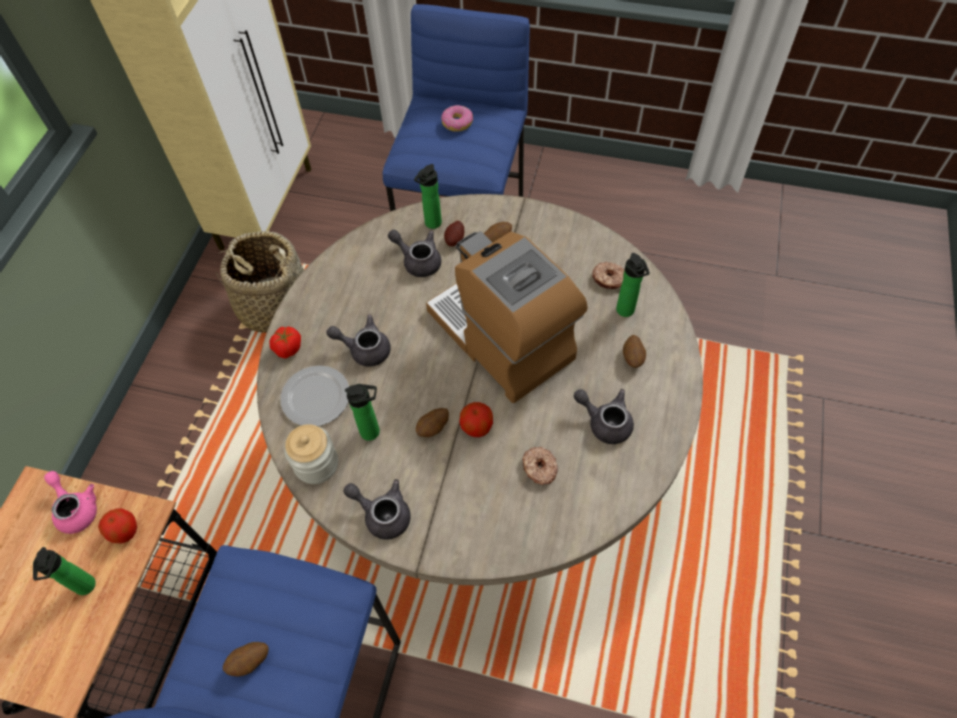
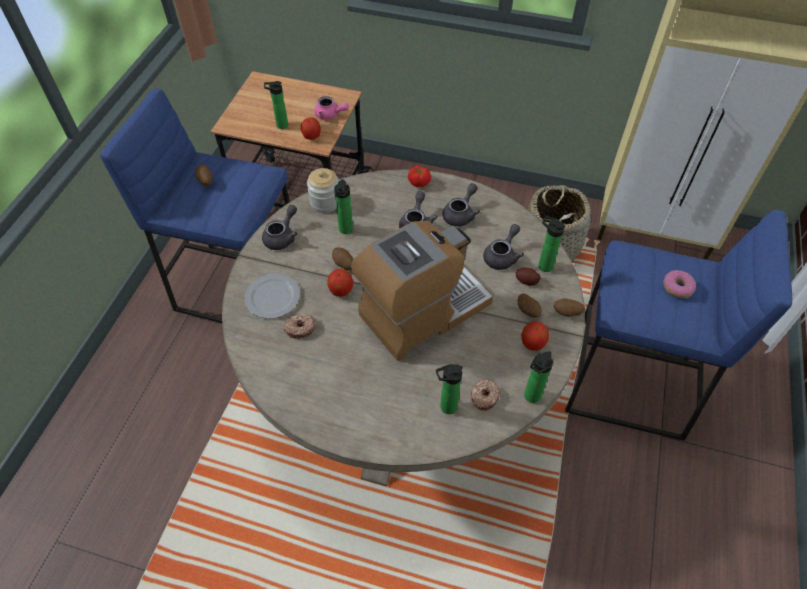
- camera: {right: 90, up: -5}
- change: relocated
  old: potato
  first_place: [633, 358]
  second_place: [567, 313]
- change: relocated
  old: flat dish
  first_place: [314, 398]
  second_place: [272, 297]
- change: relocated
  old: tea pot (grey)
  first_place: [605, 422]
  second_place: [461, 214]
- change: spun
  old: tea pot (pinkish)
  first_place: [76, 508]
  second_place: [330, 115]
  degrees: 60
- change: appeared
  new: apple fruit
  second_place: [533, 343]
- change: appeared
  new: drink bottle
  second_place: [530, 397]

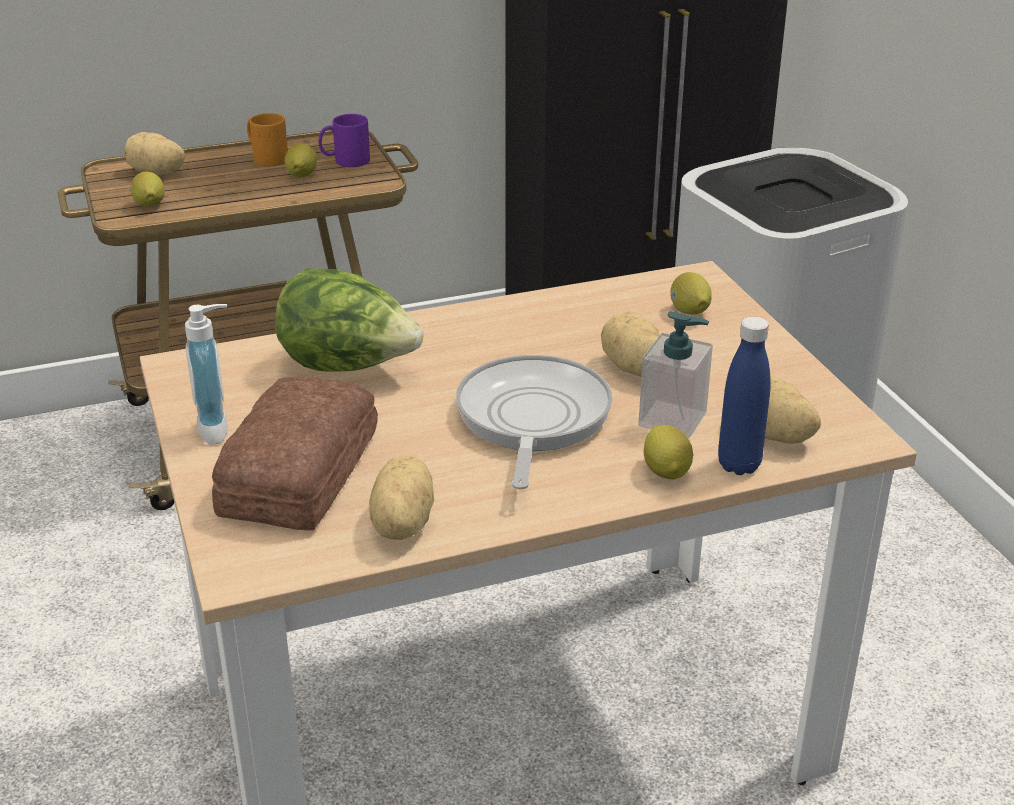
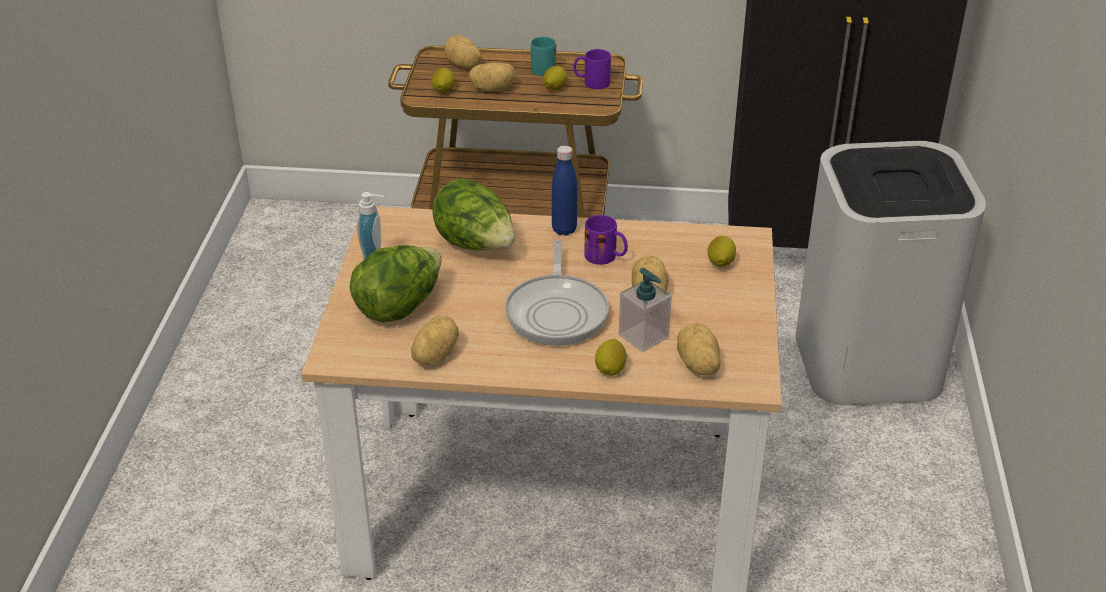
- camera: {right: 25, up: 5}
- change: colour
  old: coffee mug (orange-coloured)
  new: coffee mug (blue-green)
  first_place: [265, 158]
  second_place: [541, 68]
- change: relocated
  old: drink bottle (bluish)
  first_place: [739, 465]
  second_place: [564, 229]
- change: spun
  old: pan
  first_place: [531, 419]
  second_place: [557, 312]
  degrees: 150
- change: exchanged
  old: bread
  new: lettuce
  first_place: [295, 472]
  second_place: [399, 306]
- change: appeared
  new: potato
  second_place: [493, 88]
- change: appeared
  new: coffee mug (purple-coloured)
  second_place: [606, 257]

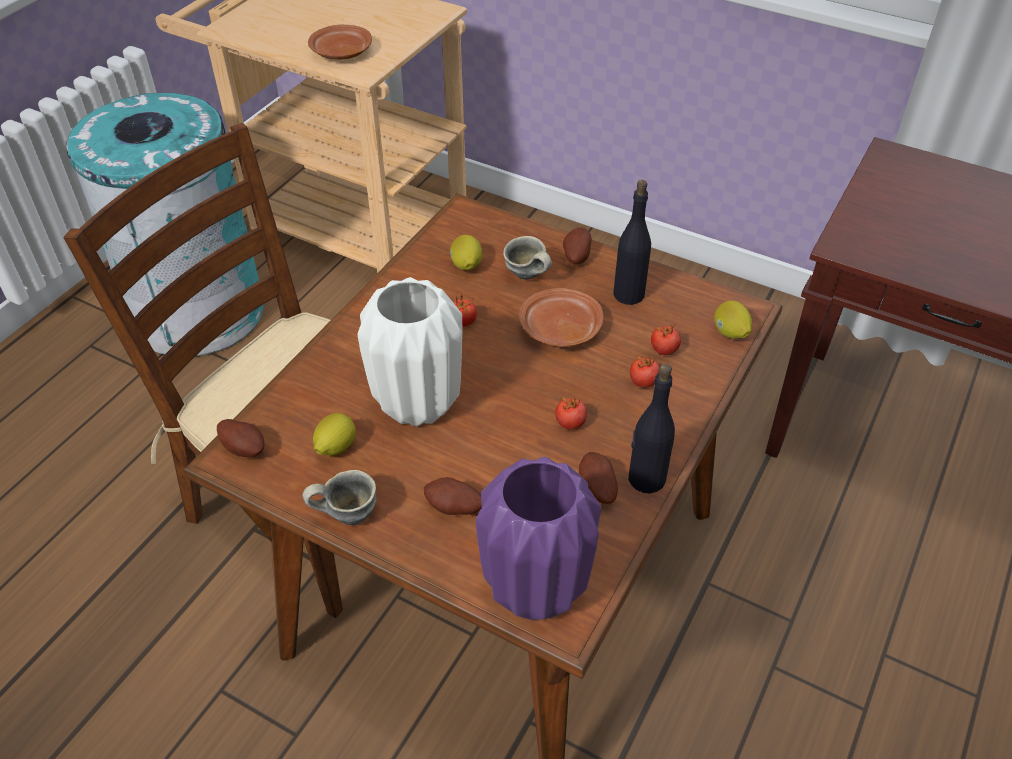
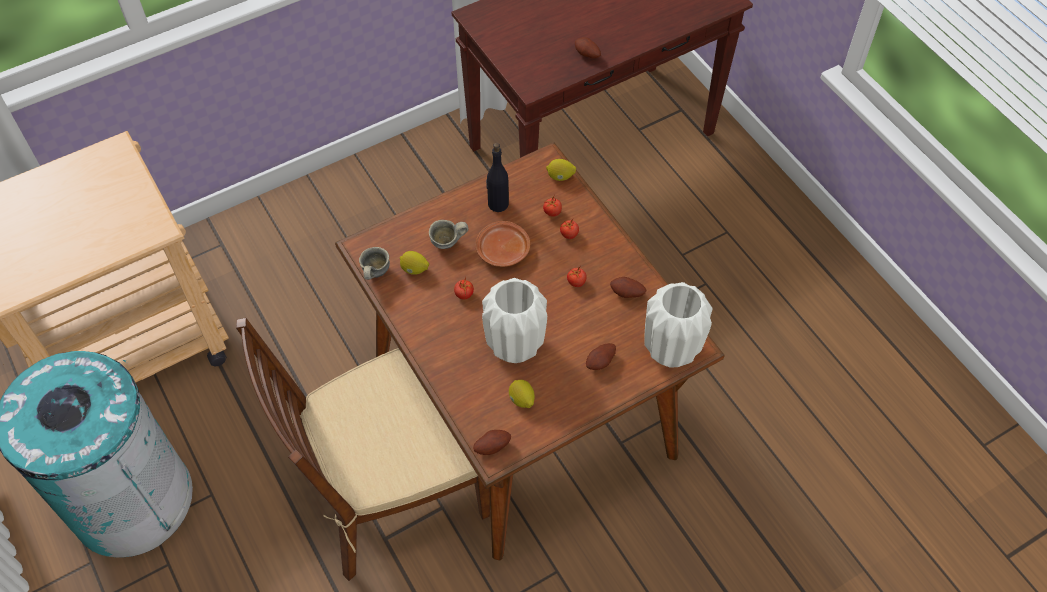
- camera: {right: -60, up: 10}
- change: missing
  old: flat dish (brown)
  first_place: [341, 52]
- change: relocated
  old: potato
  first_place: [575, 256]
  second_place: [586, 55]
- change: missing
  old: drink bottle (black)
  first_place: [646, 478]
- change: colour
  old: decorative vase (purple-coloured)
  new: decorative vase (white)
  first_place: [534, 588]
  second_place: [670, 351]
- change: relocated
  old: coffee mug (grey)
  first_place: [347, 513]
  second_place: [374, 273]

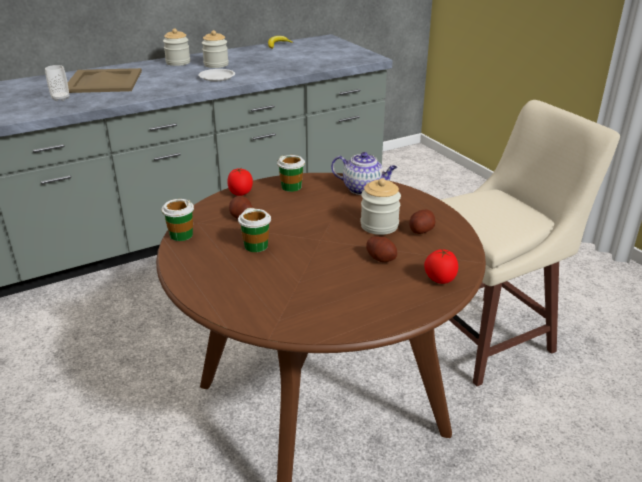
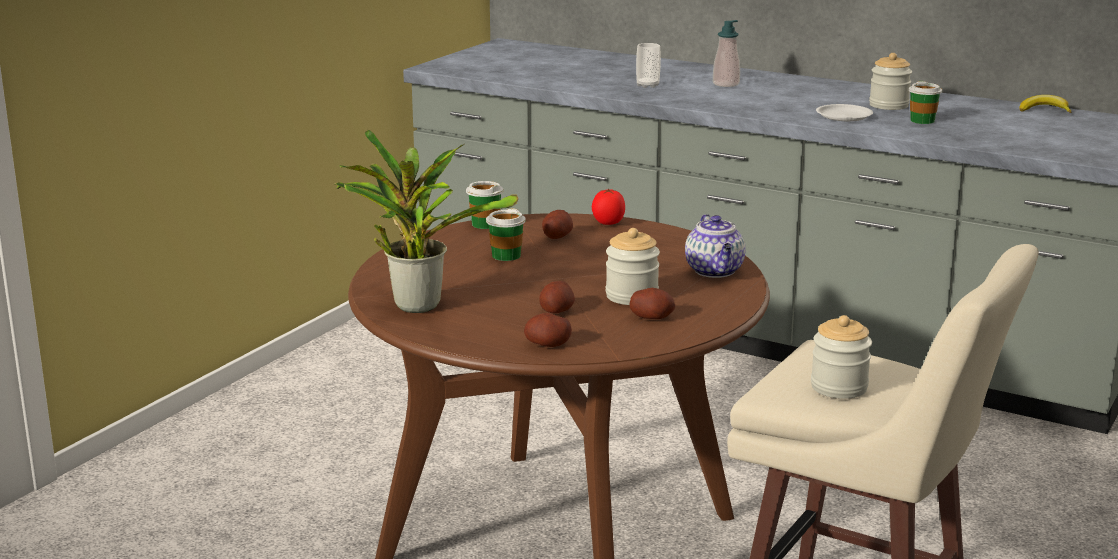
- camera: {right: 60, up: -10}
- change: relocated
  old: jar
  first_place: [178, 62]
  second_place: [839, 387]
- change: exchanged
  old: carrying tray (sand-coloured)
  new: liquid soap bottle
  first_place: [103, 82]
  second_place: [726, 84]
- change: relocated
  old: drinking cup
  first_place: [291, 187]
  second_place: [922, 121]
- change: exchanged
  old: tomato
  new: potato
  first_place: [439, 280]
  second_place: [548, 344]
- change: appeared
  new: plant in a pot
  second_place: [414, 304]

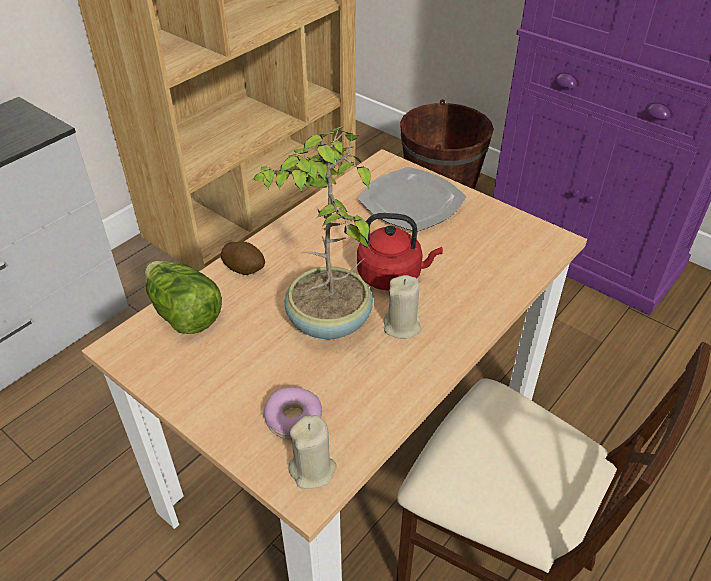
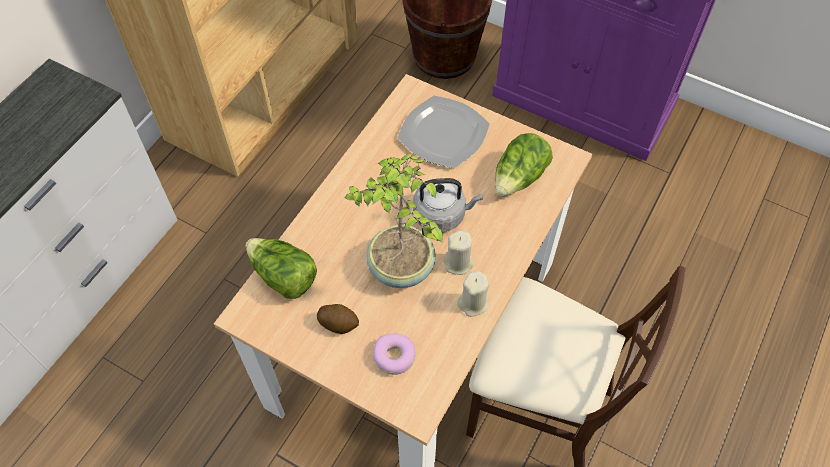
- camera: {right: -10, up: 15}
- change: colour
  old: kettle (reddish)
  new: kettle (grey)
  first_place: [393, 276]
  second_place: [442, 215]
- change: relocated
  old: potato
  first_place: [244, 268]
  second_place: [338, 323]
- change: relocated
  old: wax light (sand-coloured)
  first_place: [313, 470]
  second_place: [473, 303]
- change: appeared
  new: lettuce
  second_place: [519, 177]

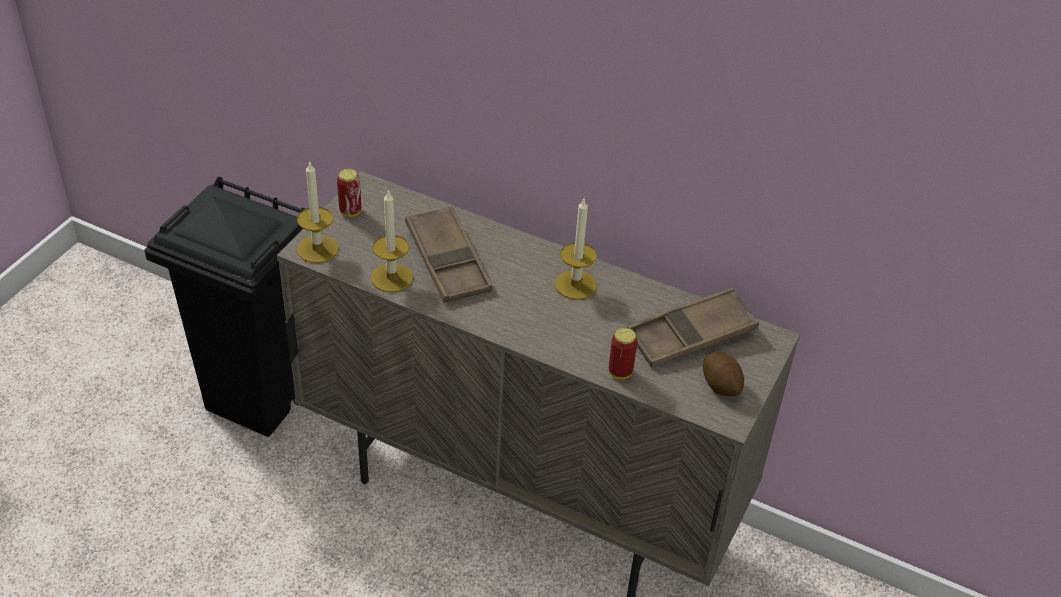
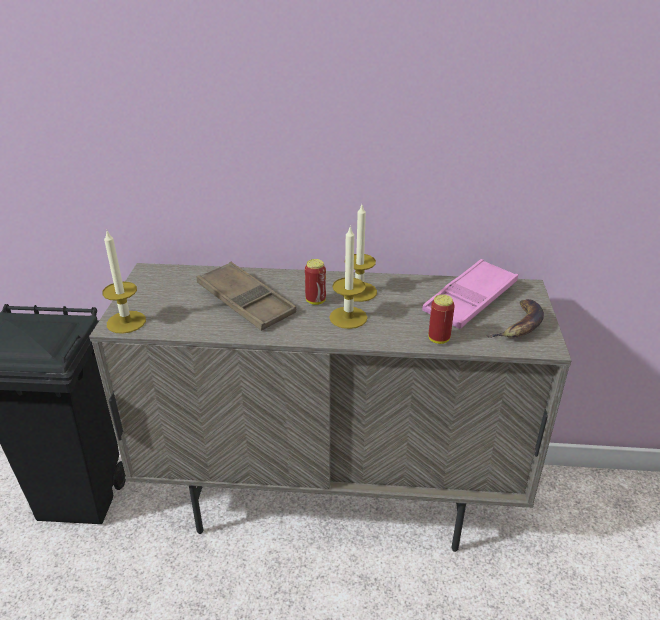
- camera: {right: -20, up: -10}
- change: relocated
  old: can
  first_place: [350, 211]
  second_place: [315, 301]
- change: relocated
  old: wax light
  first_place: [392, 277]
  second_place: [348, 317]
- change: colour
  old: carrying tray (brown)
  new: carrying tray (pinkish)
  first_place: [691, 335]
  second_place: [470, 300]
- change: exchanged
  old: potato
  new: banana fruit
  first_place: [721, 385]
  second_place: [520, 325]

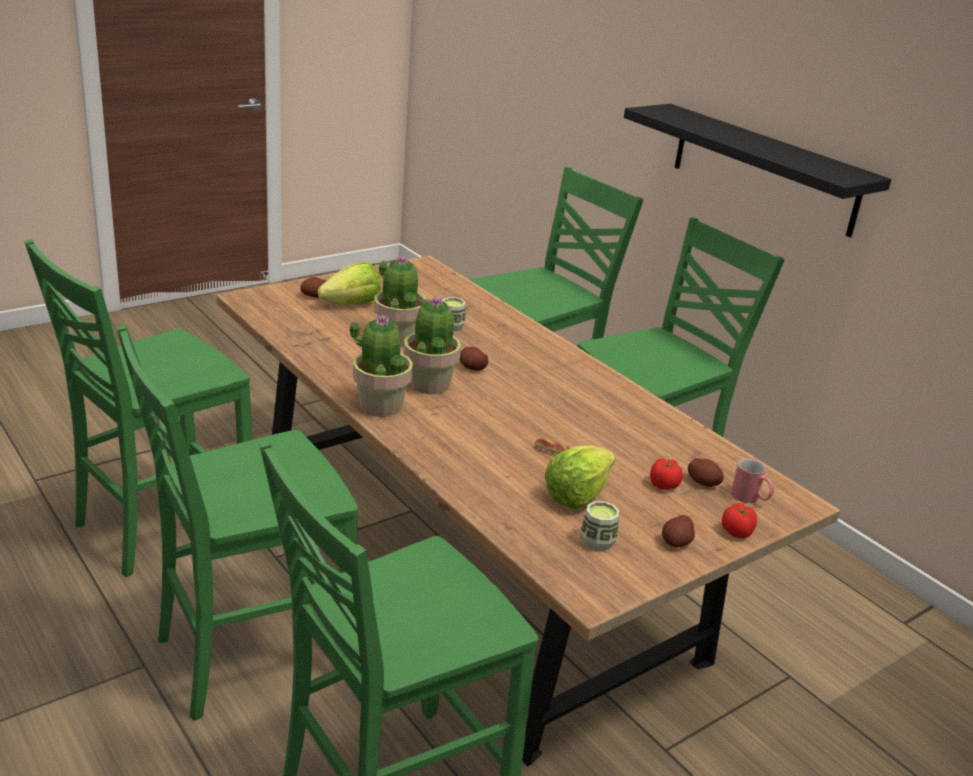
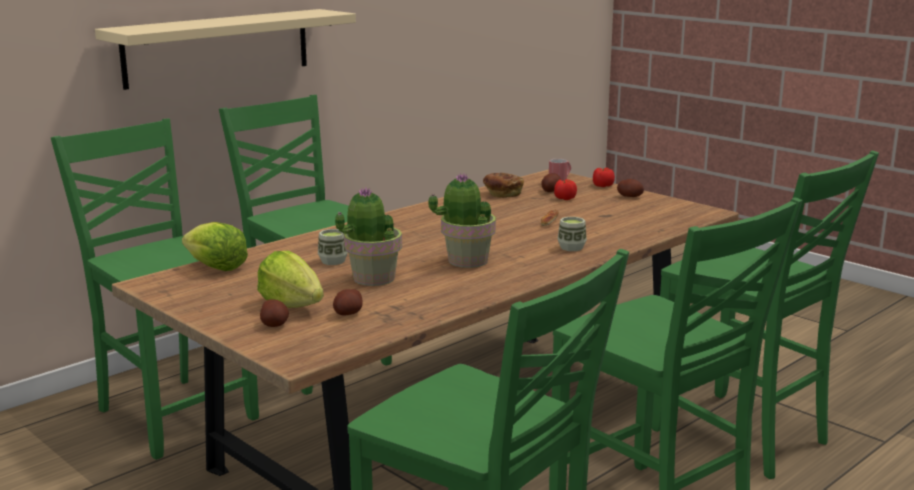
- camera: {right: -95, up: -10}
- change: colour
  old: bracket shelf (black)
  new: bracket shelf (sand-coloured)
  first_place: [763, 169]
  second_place: [218, 47]
- change: missing
  old: plant in a pot
  first_place: [380, 405]
- change: relocated
  old: potato
  first_place: [472, 368]
  second_place: [348, 313]
- change: relocated
  old: lettuce
  first_place: [577, 495]
  second_place: [216, 267]
- change: relocated
  old: drinking cup
  first_place: [597, 542]
  second_place: [571, 247]
- change: appeared
  new: bread
  second_place: [502, 194]

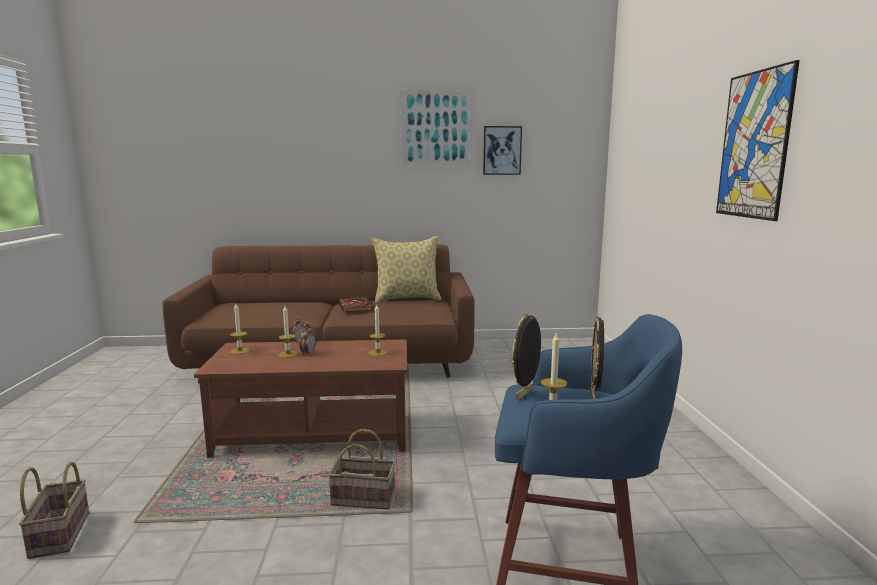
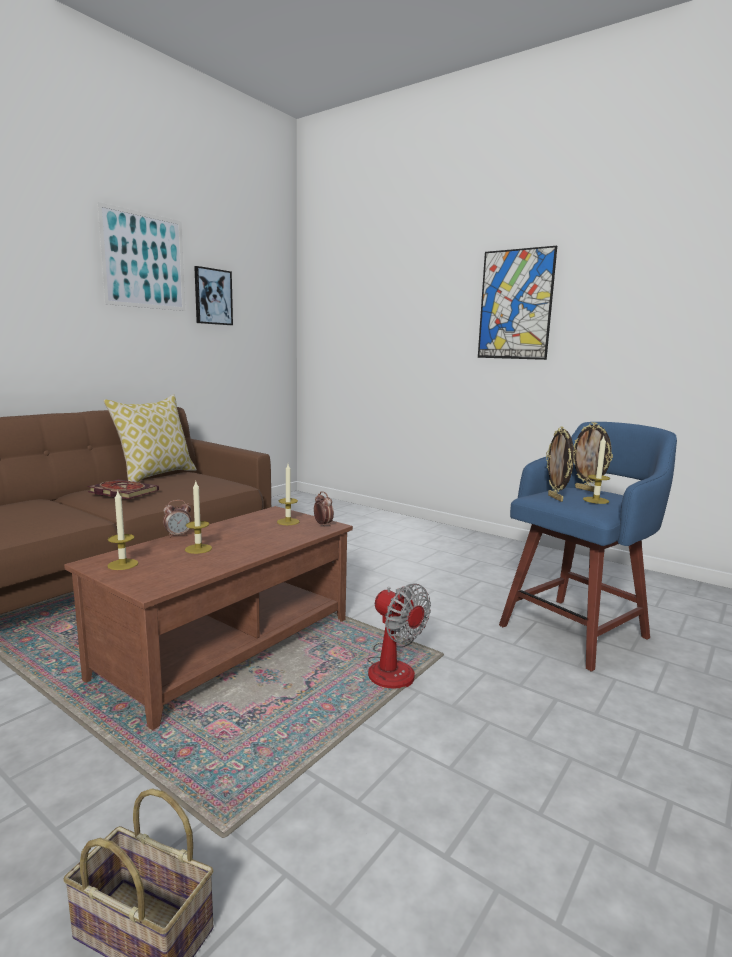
- camera: {right: -50, up: 0}
- change: relocated
  old: alarm clock
  first_place: [308, 353]
  second_place: [323, 524]
- change: exchanged
  old: storage basket
  new: fan
  first_place: [365, 498]
  second_place: [393, 666]

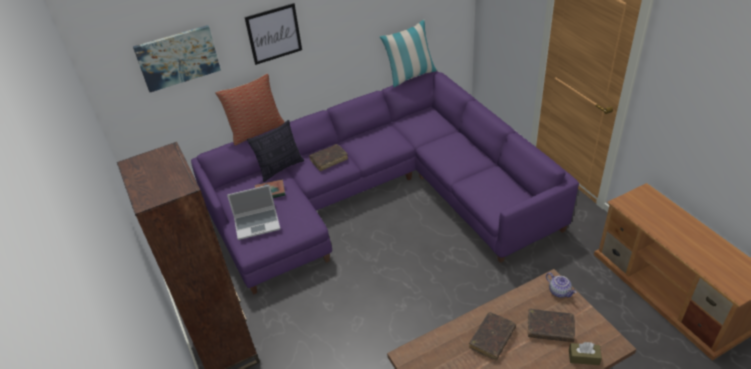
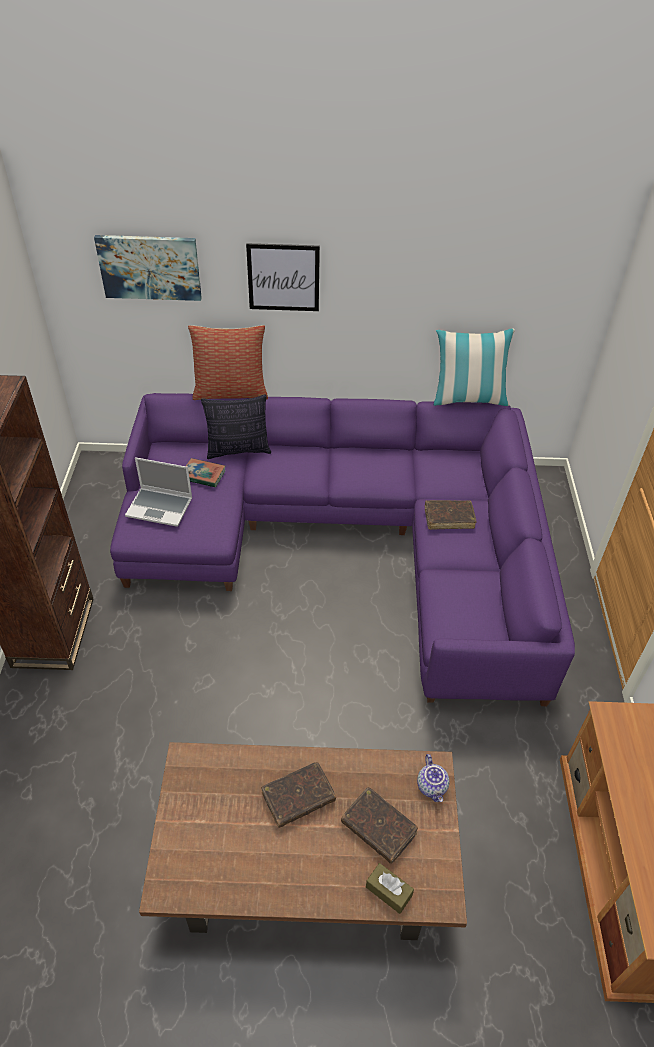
- camera: {right: 25, up: 5}
- change: relocated
  old: volume (brown)
  first_place: [329, 160]
  second_place: [449, 518]

